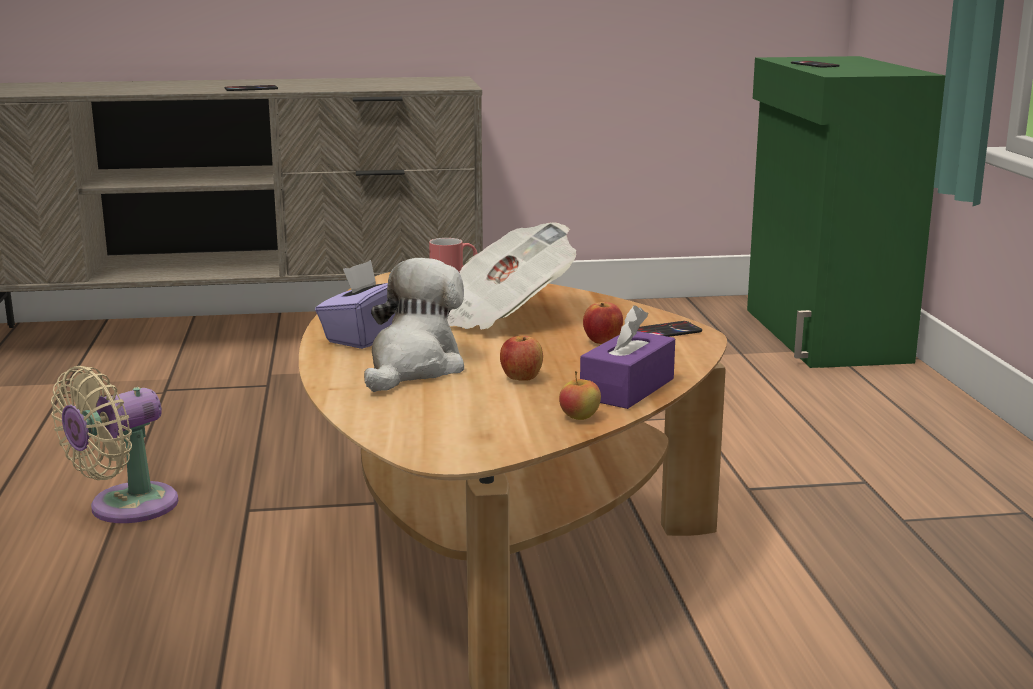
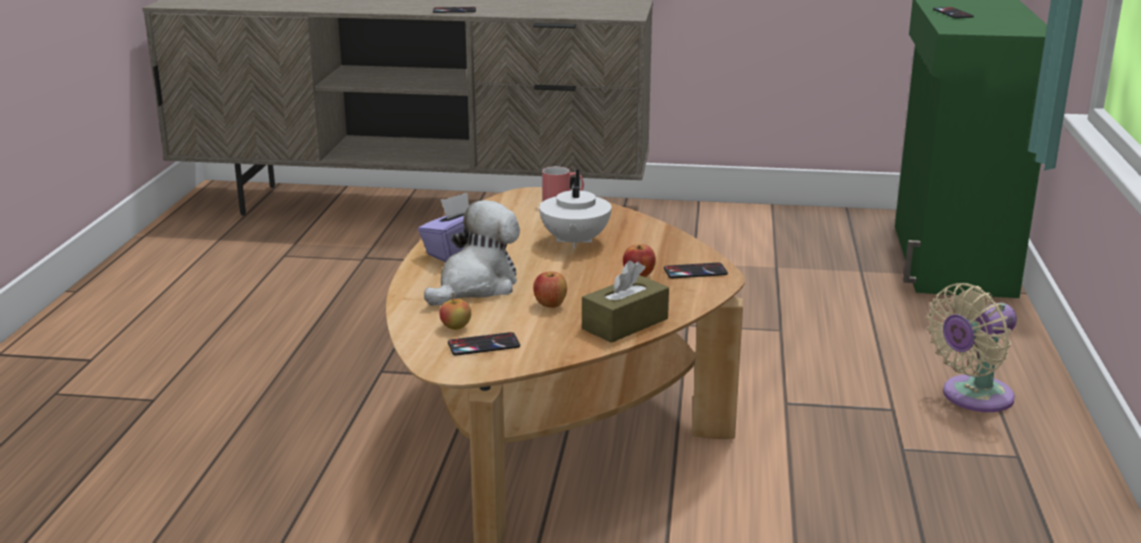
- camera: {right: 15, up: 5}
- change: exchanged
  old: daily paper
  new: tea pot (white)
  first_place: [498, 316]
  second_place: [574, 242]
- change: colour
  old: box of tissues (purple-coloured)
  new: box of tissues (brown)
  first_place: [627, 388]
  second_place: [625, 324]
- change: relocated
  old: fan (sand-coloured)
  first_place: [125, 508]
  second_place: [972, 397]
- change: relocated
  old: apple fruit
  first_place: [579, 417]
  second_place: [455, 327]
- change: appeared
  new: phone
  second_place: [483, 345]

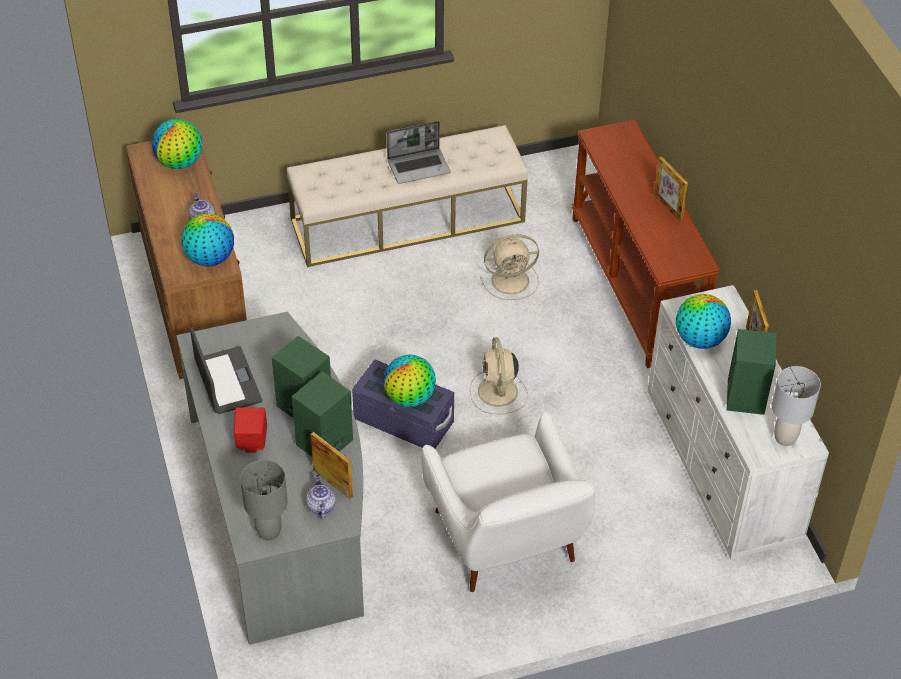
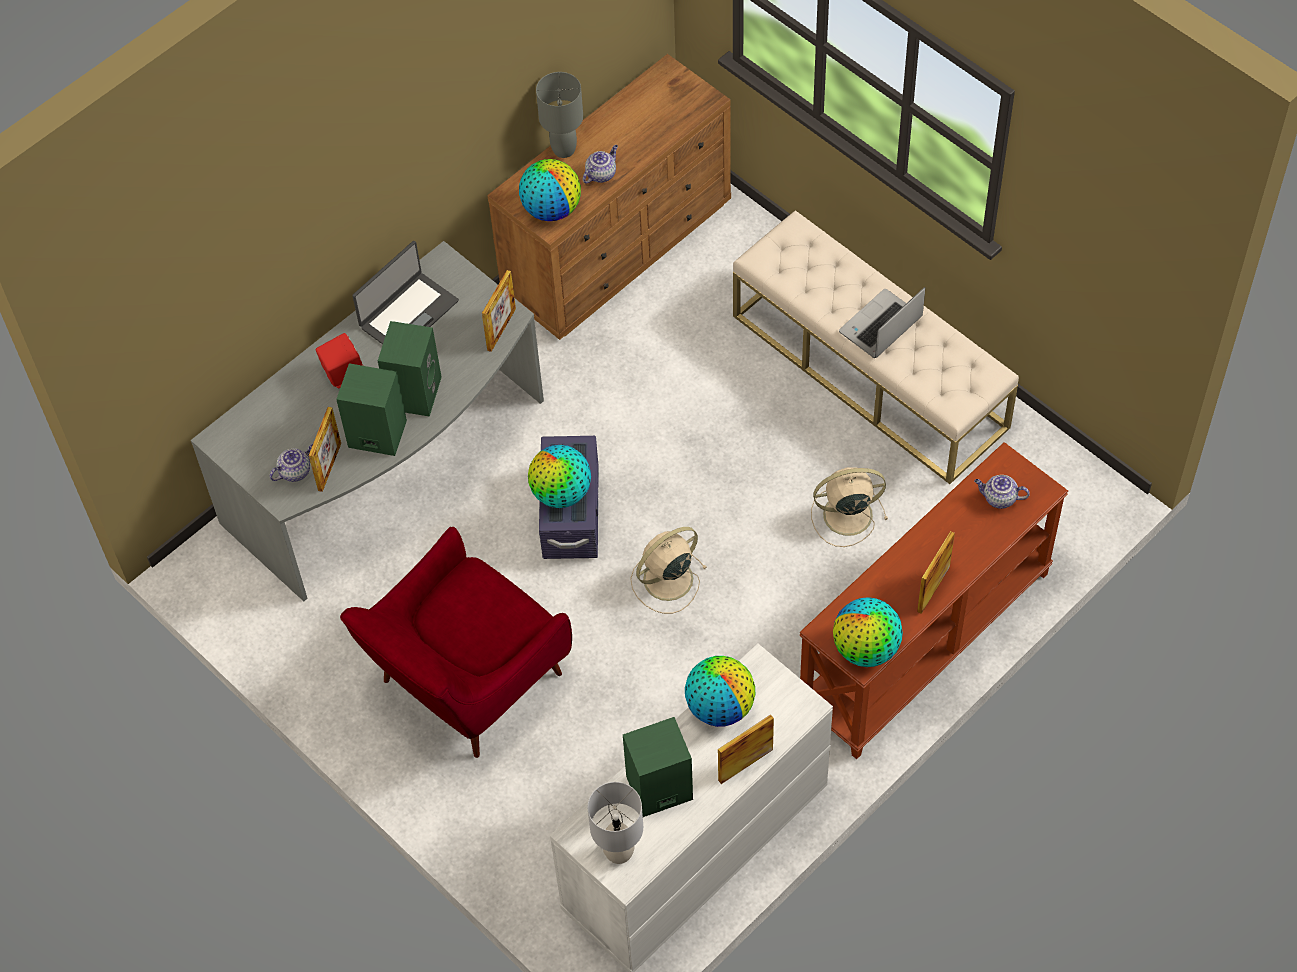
- camera: {right: 65, up: 10}
- change: relocated
  old: world globe
  first_place: [180, 162]
  second_place: [866, 649]
- change: spun
  old: portable computer
  first_place: [419, 166]
  second_place: [880, 326]
  degrees: 90
- change: spun
  old: fan (sand-coloured)
  first_place: [512, 280]
  second_place: [845, 515]
  degrees: 120
- change: colour
  old: easy chair (white)
  new: easy chair (reddish)
  first_place: [507, 542]
  second_place: [465, 684]
- change: relocated
  old: tabletop lamp (grey)
  first_place: [269, 531]
  second_place: [564, 150]
- change: appeared
  new: picture frame
  second_place: [501, 329]
- change: appeared
  new: tea pot
  second_place: [999, 498]

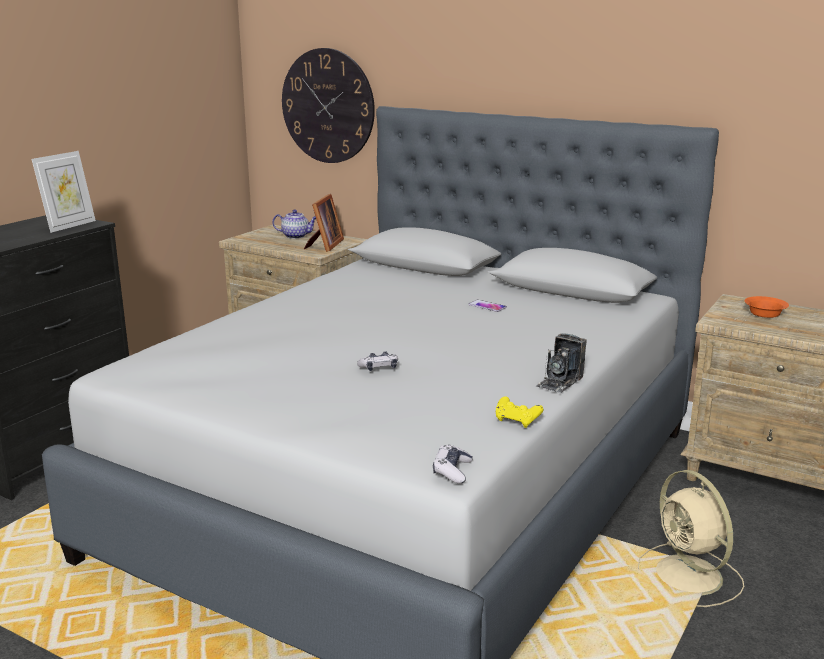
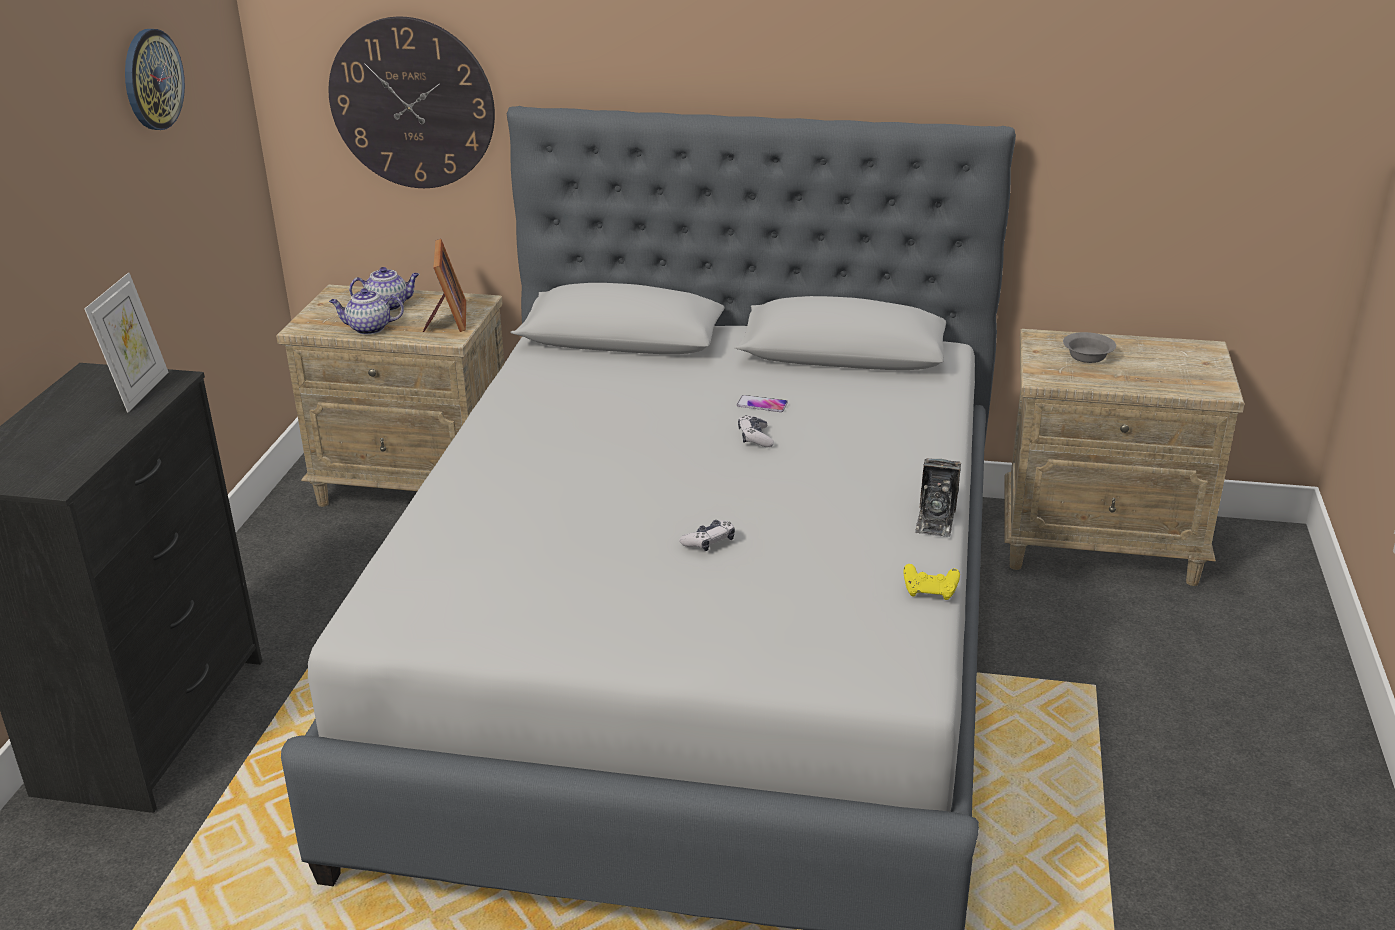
- camera: {right: -20, up: 10}
- change: colour
  old: bowl (orange-coloured)
  new: bowl (grey)
  first_place: [765, 314]
  second_place: [1088, 357]
- change: relocated
  old: gamepad
  first_place: [452, 471]
  second_place: [755, 438]
- change: missing
  old: fan (sand-coloured)
  first_place: [690, 577]
- change: appeared
  new: wall clock
  second_place: [152, 79]
- change: appeared
  new: tea pot
  second_place: [368, 328]

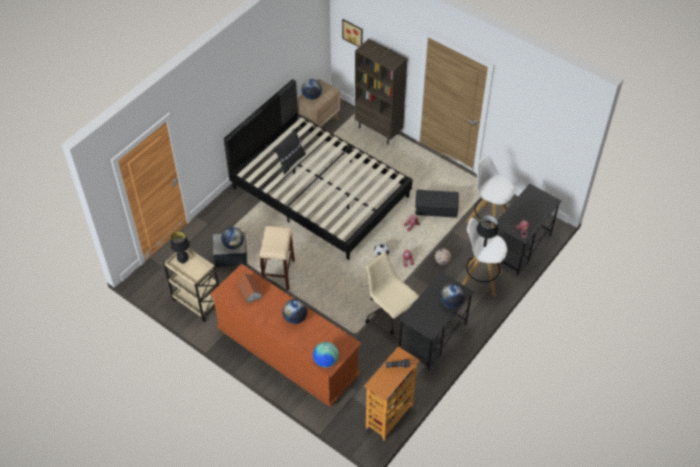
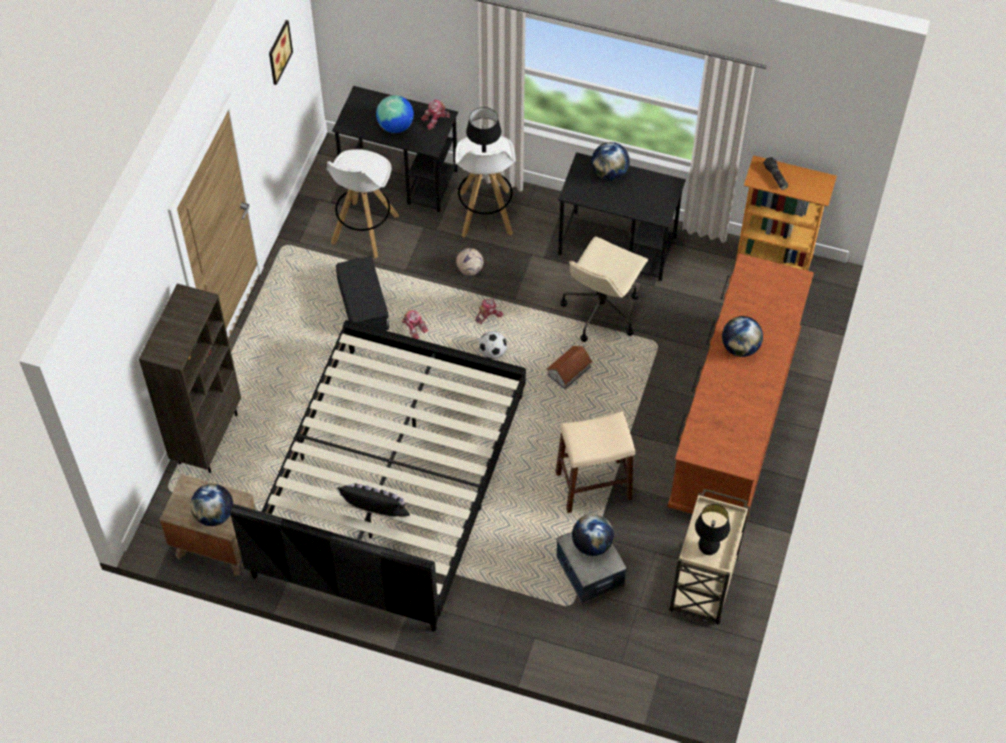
- camera: {right: -110, up: 5}
- change: relocated
  old: wall picture
  first_place: [353, 32]
  second_place: [277, 51]
- change: relocated
  old: toy house
  first_place: [250, 291]
  second_place: [569, 371]
- change: relocated
  old: world globe
  first_place: [325, 361]
  second_place: [396, 126]

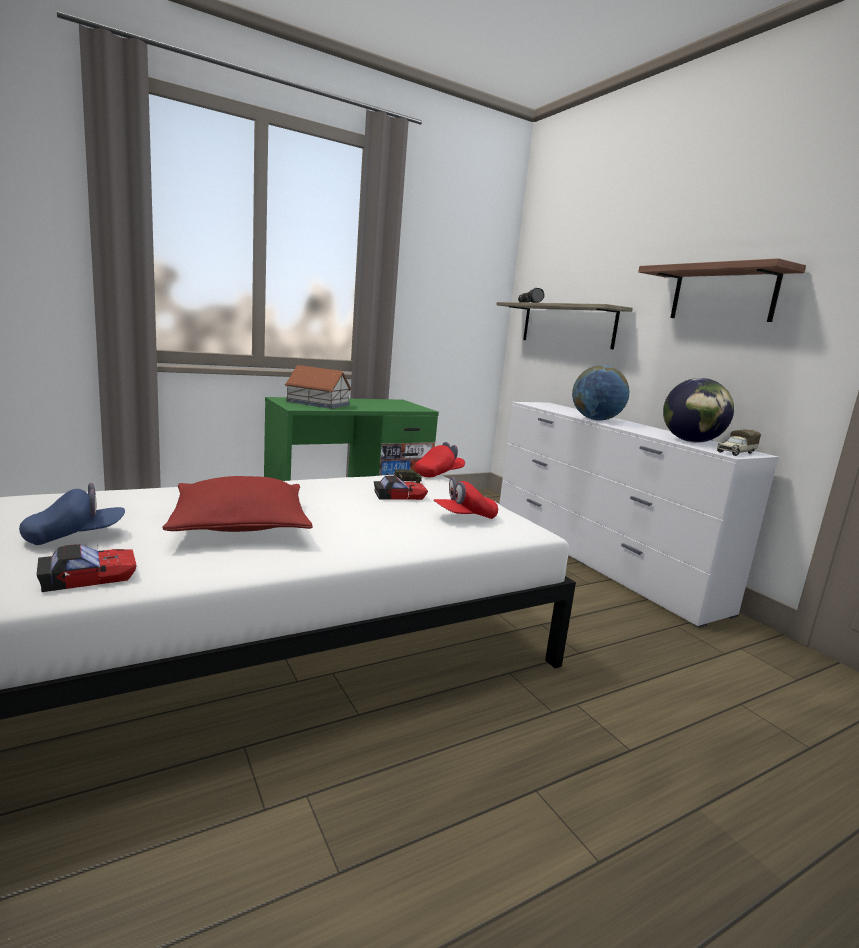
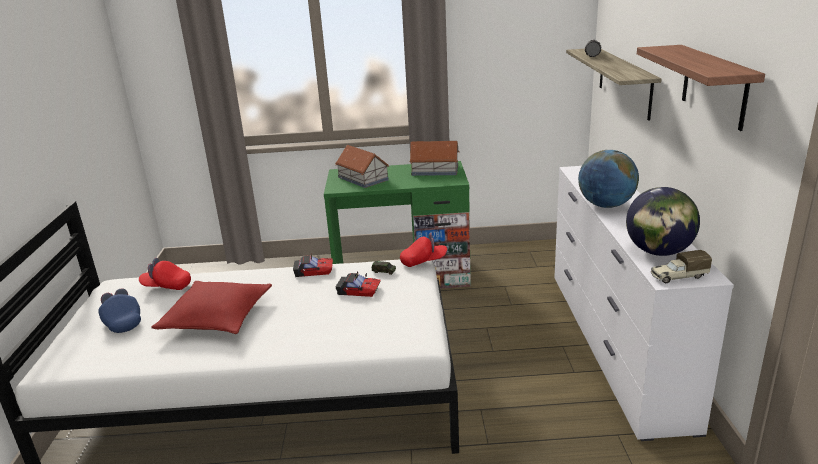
- camera: {right: 30, up: 10}
- change: relocated
  old: cap (reddish)
  first_place: [464, 517]
  second_place: [167, 286]
- change: spun
  old: cap (bluish)
  first_place: [75, 536]
  second_place: [122, 322]
  degrees: -120
- change: relocated
  old: miniature car
  first_place: [88, 576]
  second_place: [313, 270]
- change: appeared
  new: toy house
  second_place: [434, 170]

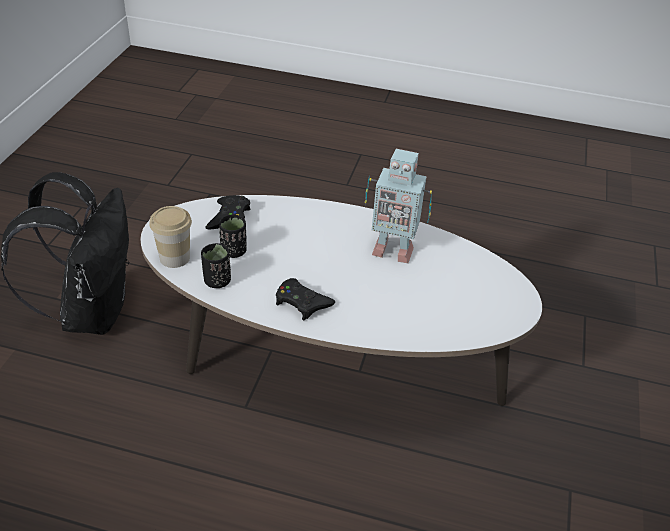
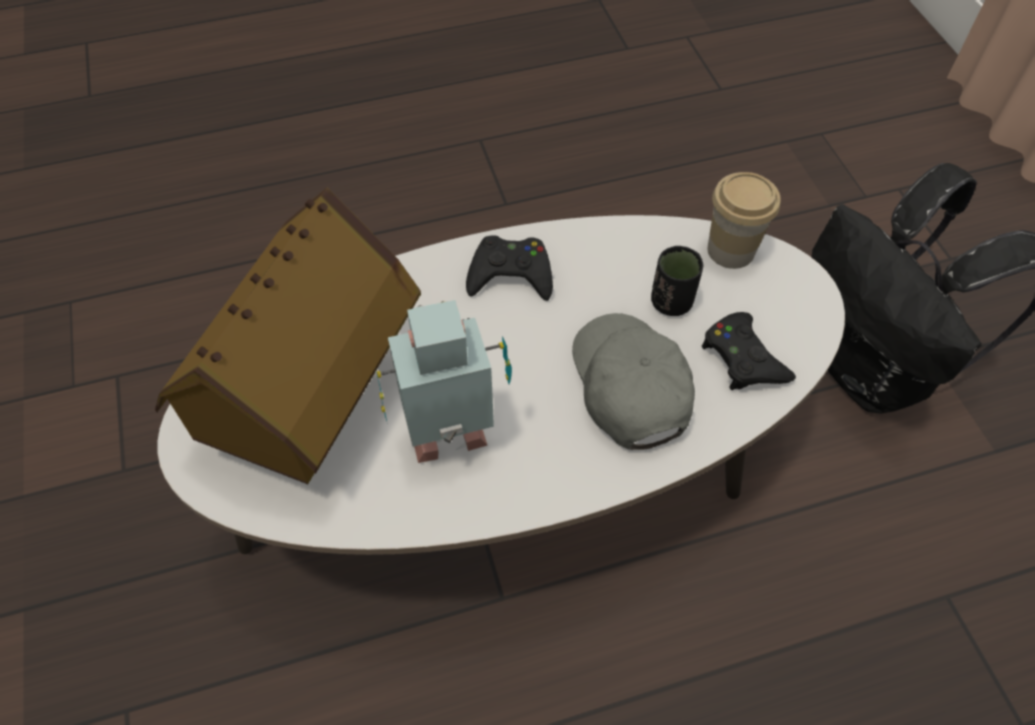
- camera: {right: 150, up: 15}
- change: missing
  old: drinking cup (black)
  first_place: [217, 281]
- change: appeared
  new: toy house
  second_place: [312, 396]
- change: appeared
  new: cap (grey)
  second_place: [629, 387]

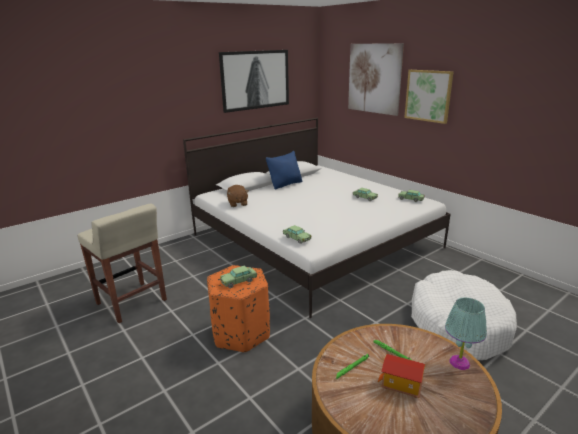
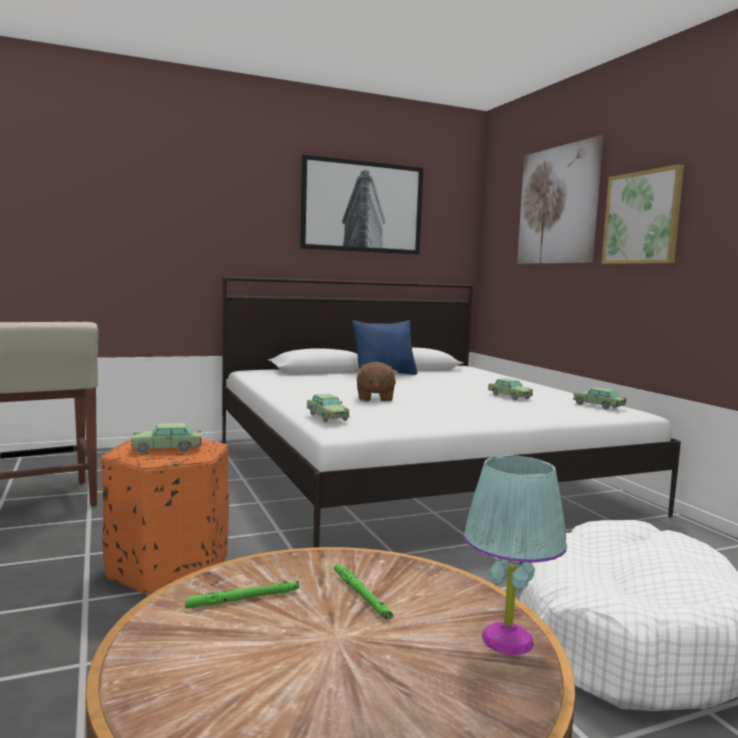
- camera: {right: 15, up: -15}
- change: relocated
  old: cuddly toy (brown)
  first_place: [237, 203]
  second_place: [374, 398]
- change: missing
  old: toy house
  first_place: [401, 386]

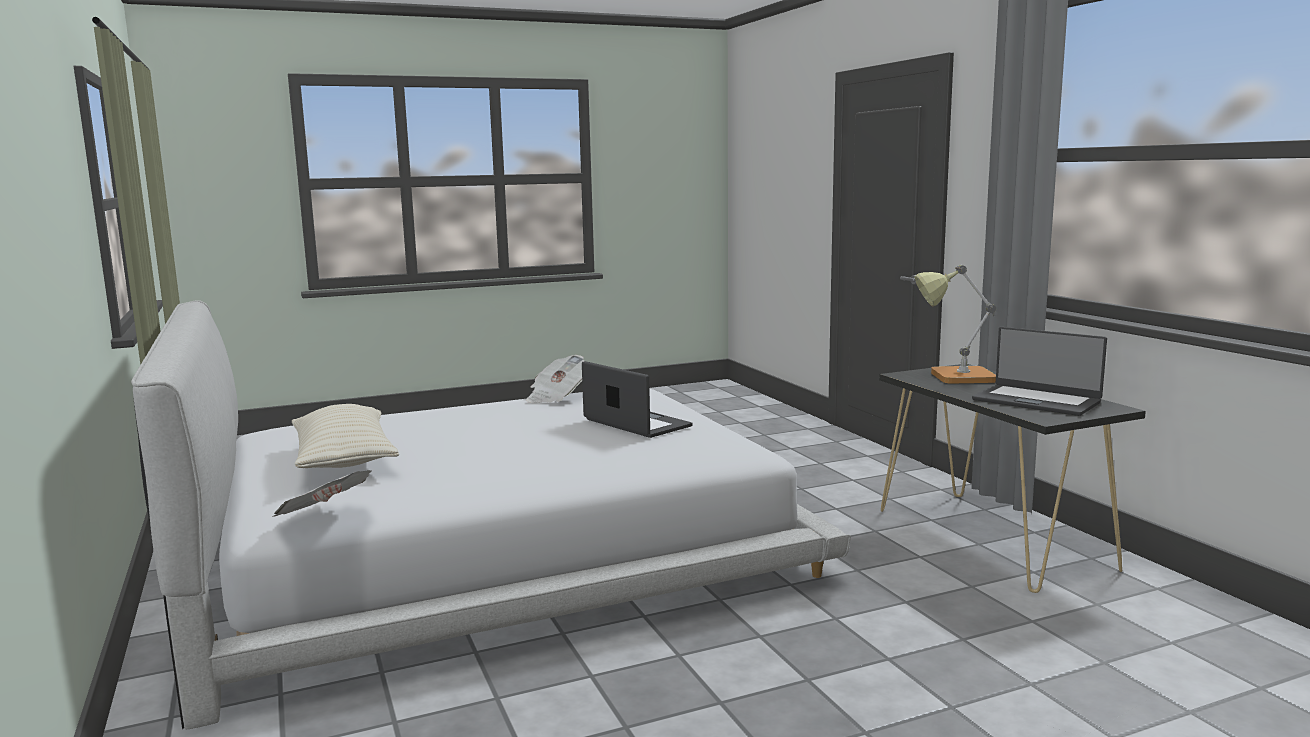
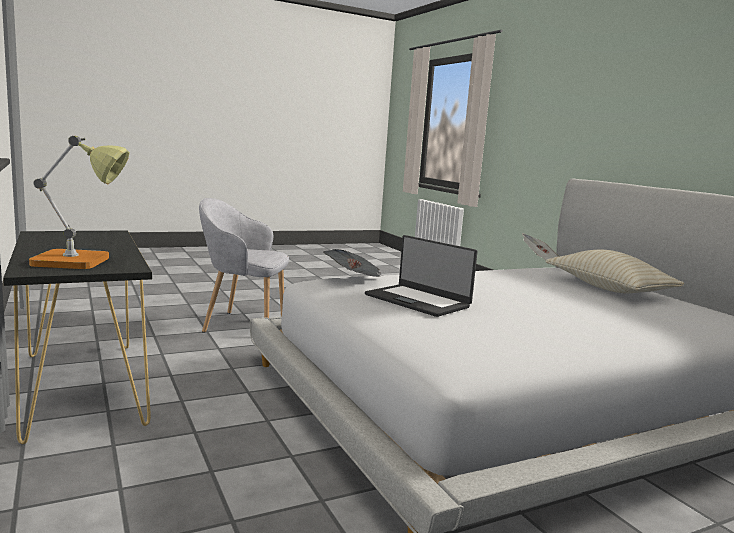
- camera: {right: 175, up: 0}
- change: missing
  old: portable computer
  first_place: [1036, 401]
- change: relocated
  old: daily paper
  first_place: [557, 397]
  second_place: [354, 280]
- change: appeared
  new: easy chair (grey)
  second_place: [242, 324]

